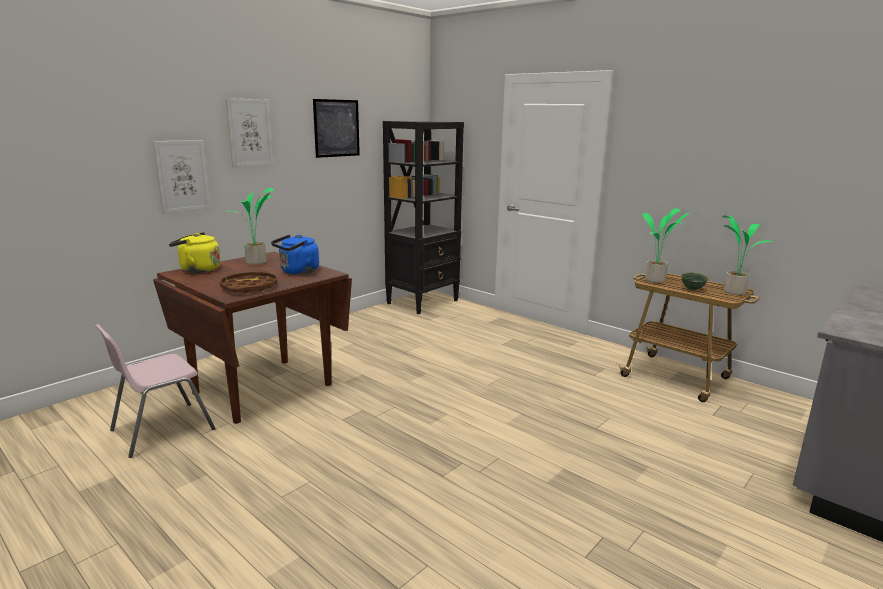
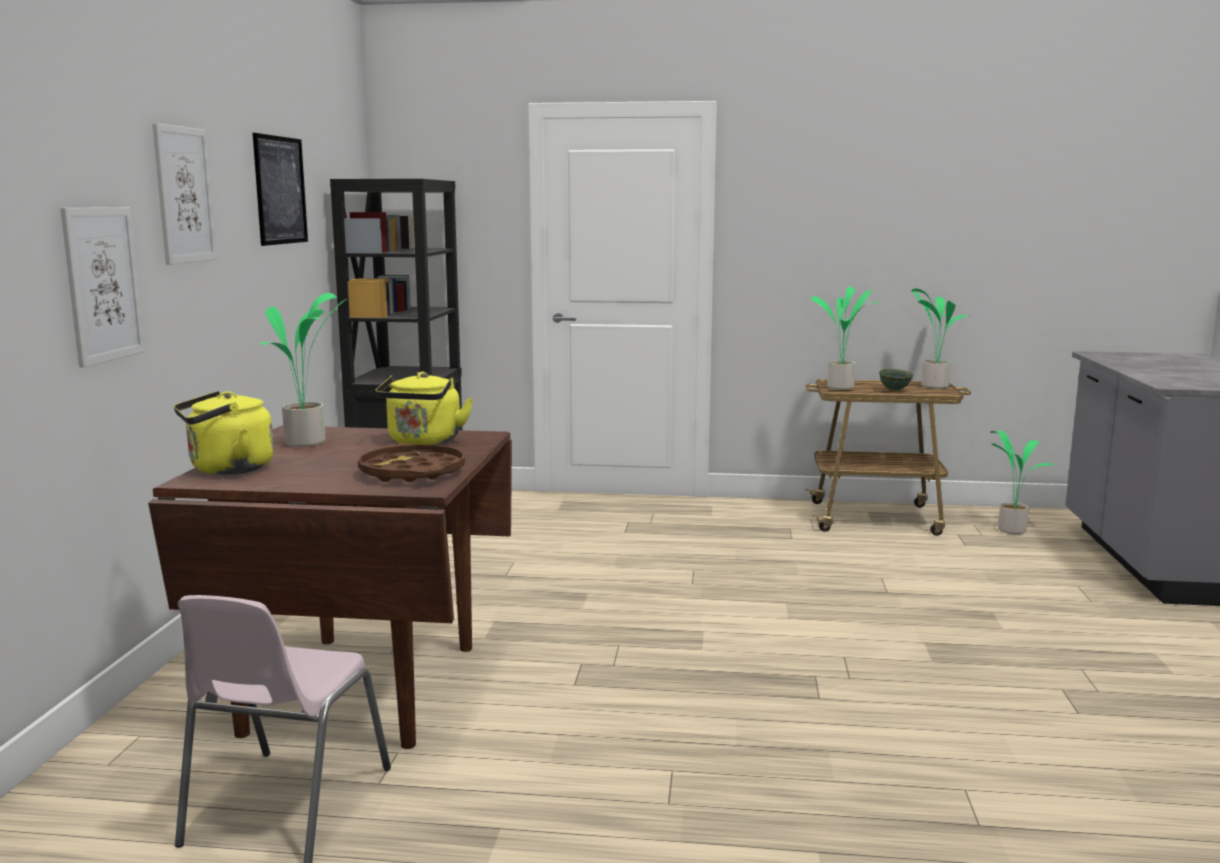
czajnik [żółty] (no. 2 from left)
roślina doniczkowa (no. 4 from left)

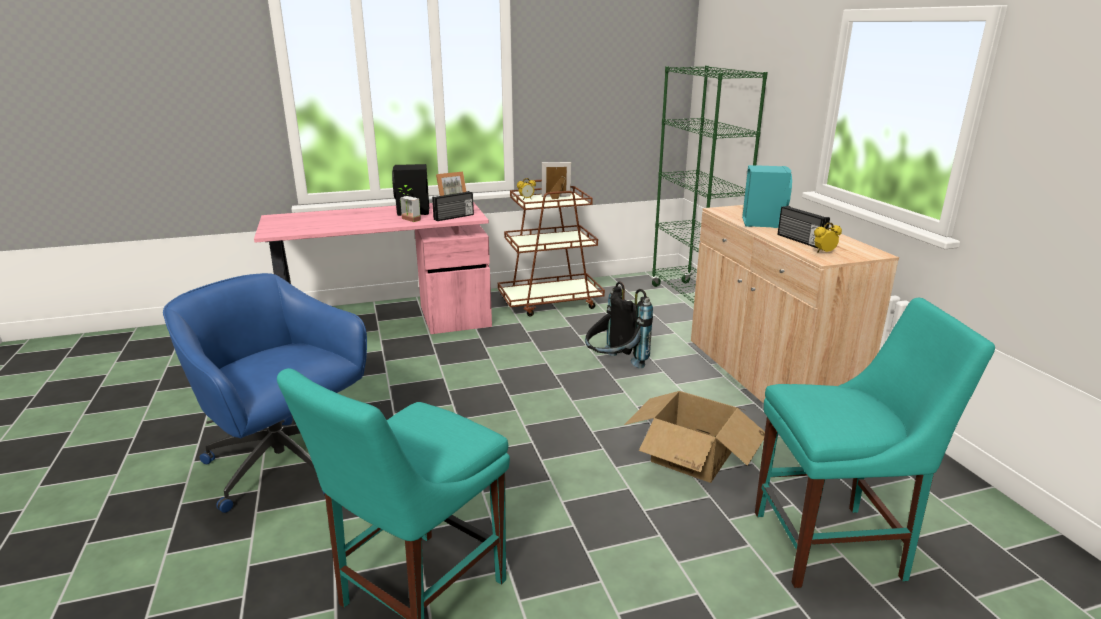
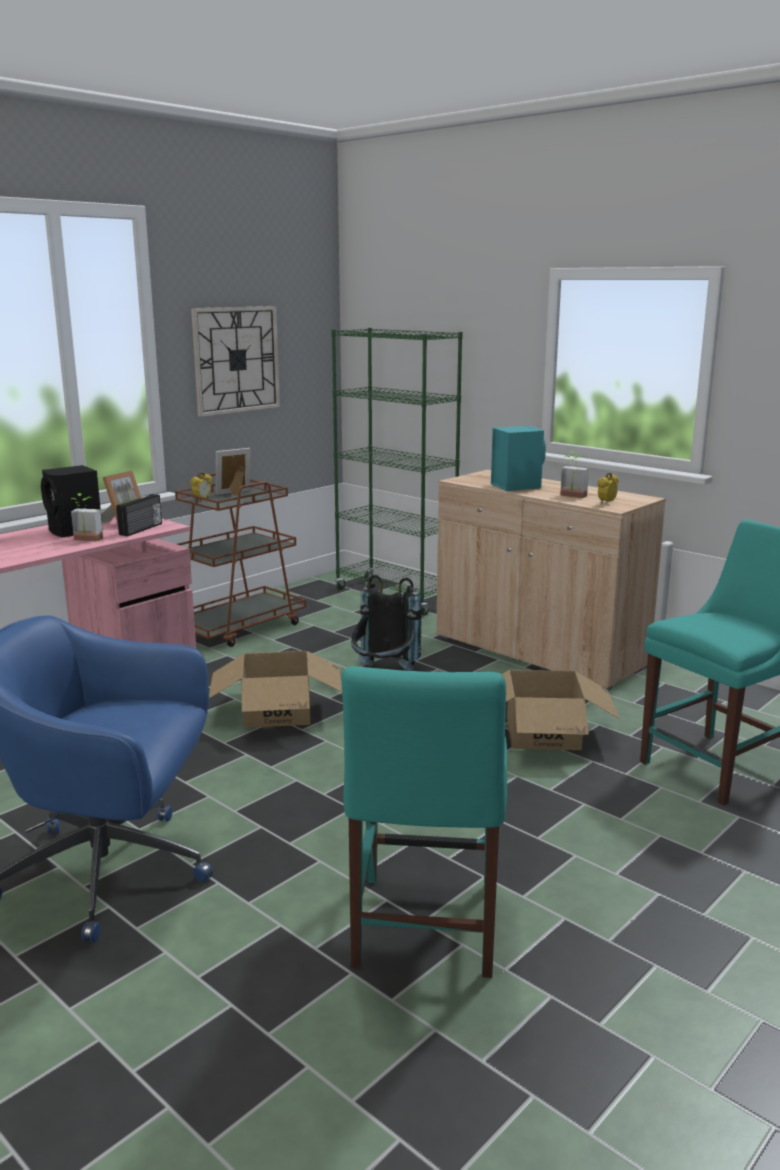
roślina doniczkowa (no. 2 from left)
zegar ścienny
karton (no. 1 from left)

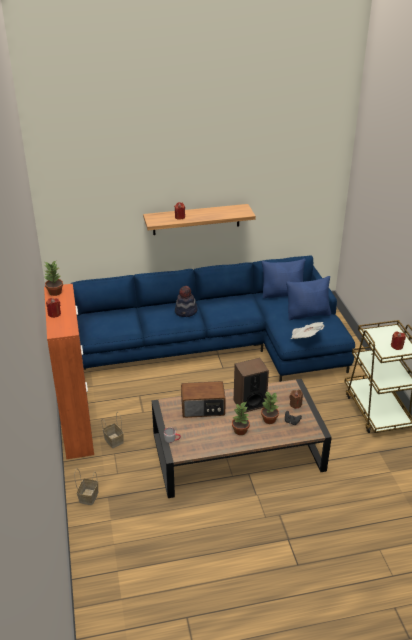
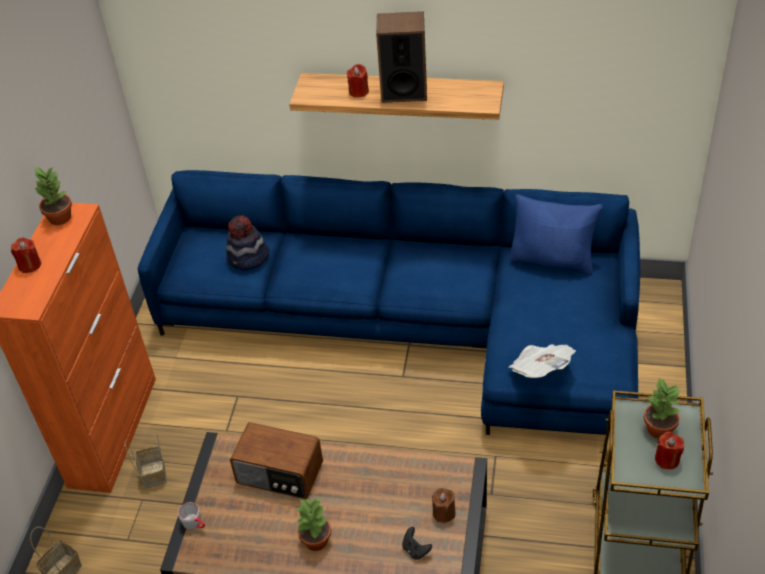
kapelusz
głośnik
roślina doniczkowa (no. 3 from left)
poduszka [niebieski] (no. 2 from left in the first image)

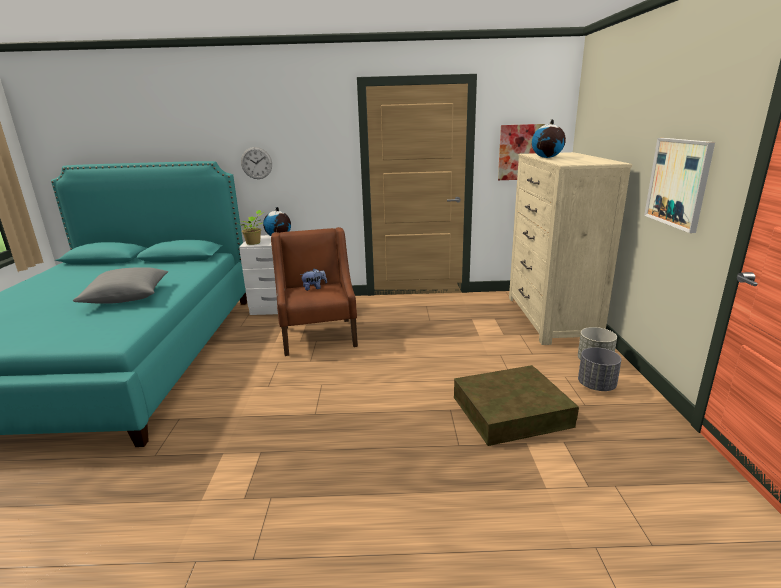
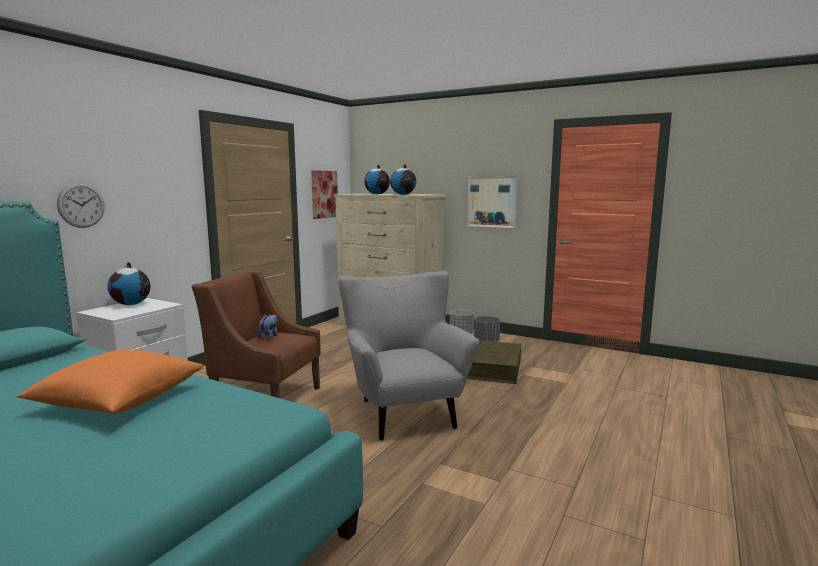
poduszka [pomarańczowy]
roślina doniczkowa
fotel [szary]
globus (no. 3 from left)

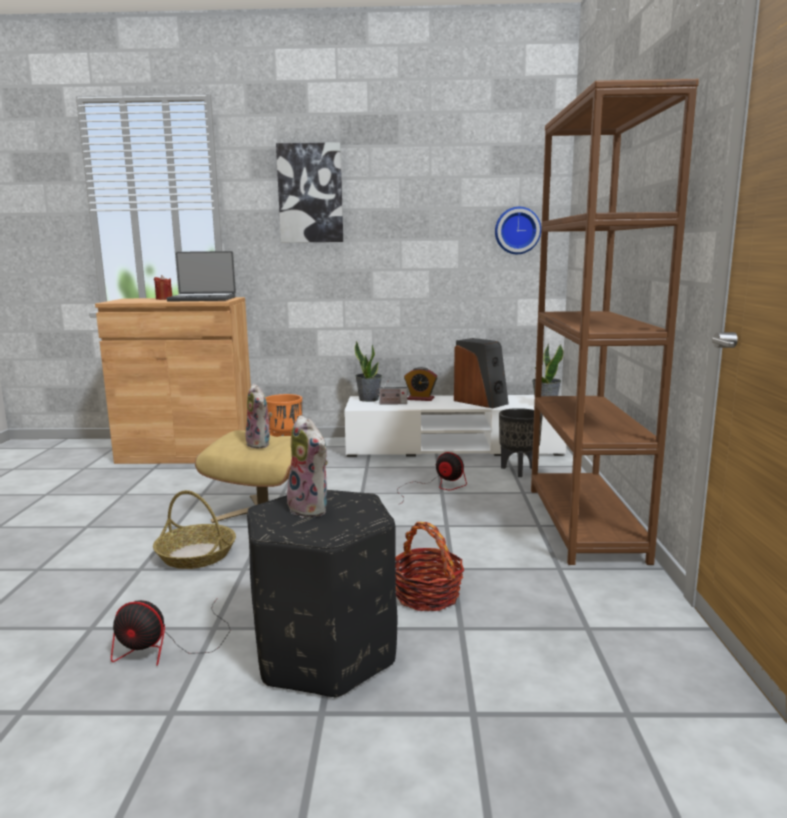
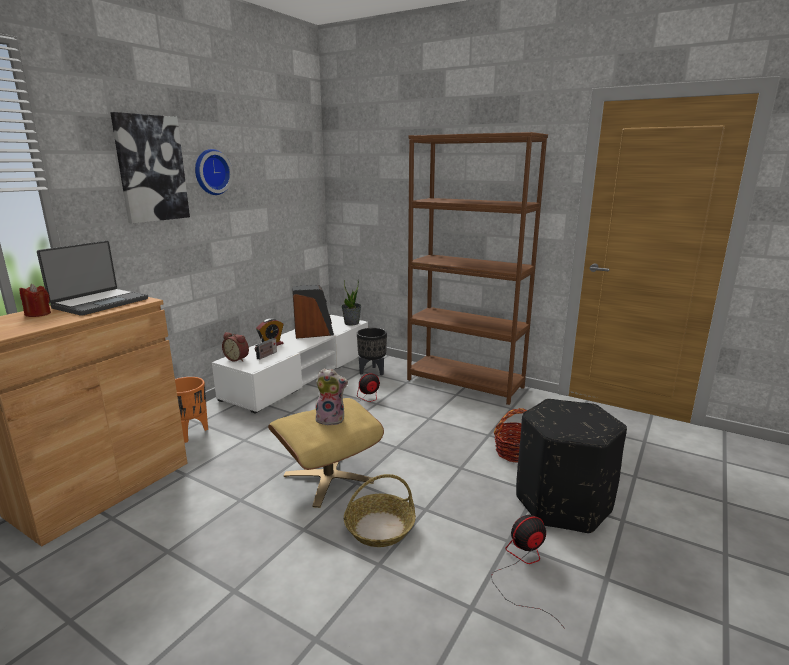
wentylator (no. 2 from left)
pluszak (no. 2 from left in the first image)
budzik (no. 1 from left)
zegar ścienny

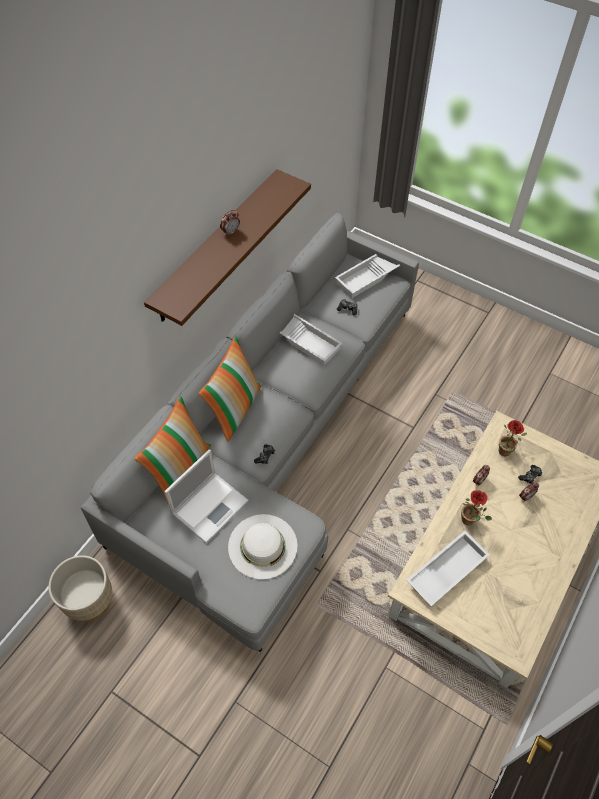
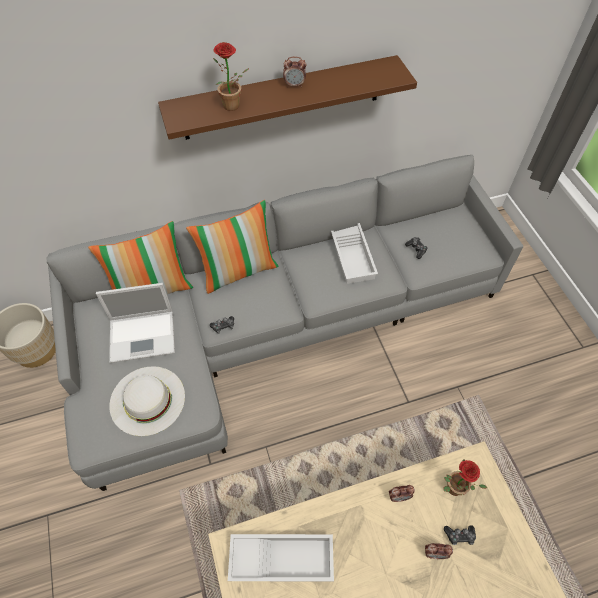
taca [biały] (no. 2 from left in the first image)
roślina doniczkowa (no. 1 from left)

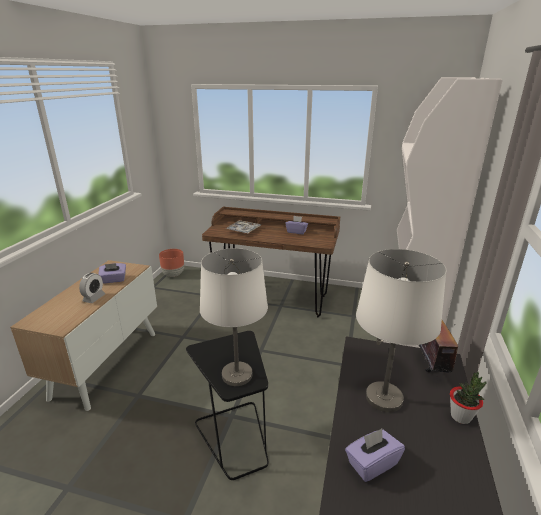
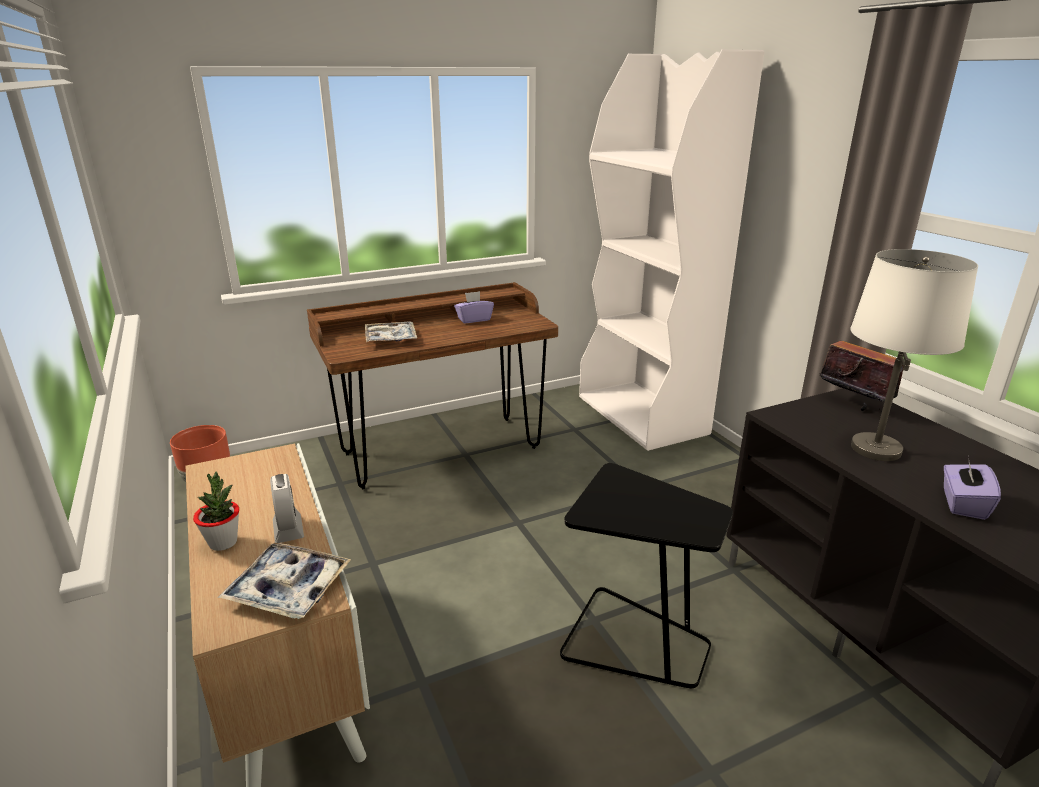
pudełko chusteczek [fioletowy] (no. 1 from left in the first image)
lampa stołowa [biały] (no. 1 from left in the first image)
roślina doniczkowa
taca (no. 1 from left)

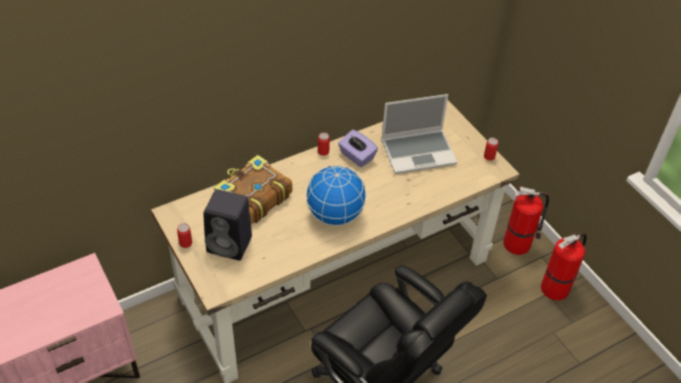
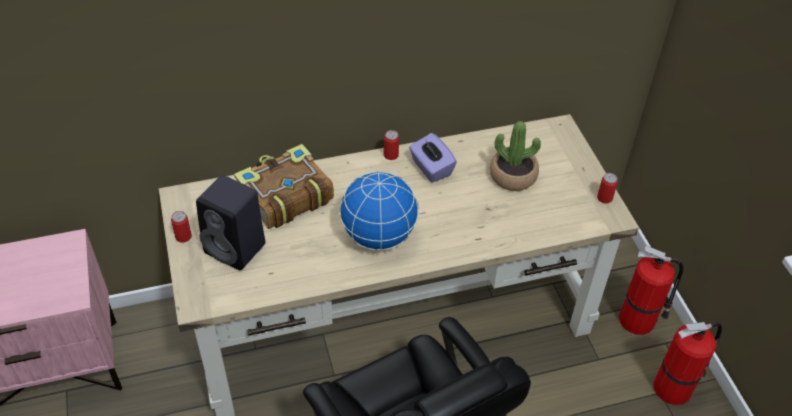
roślina doniczkowa

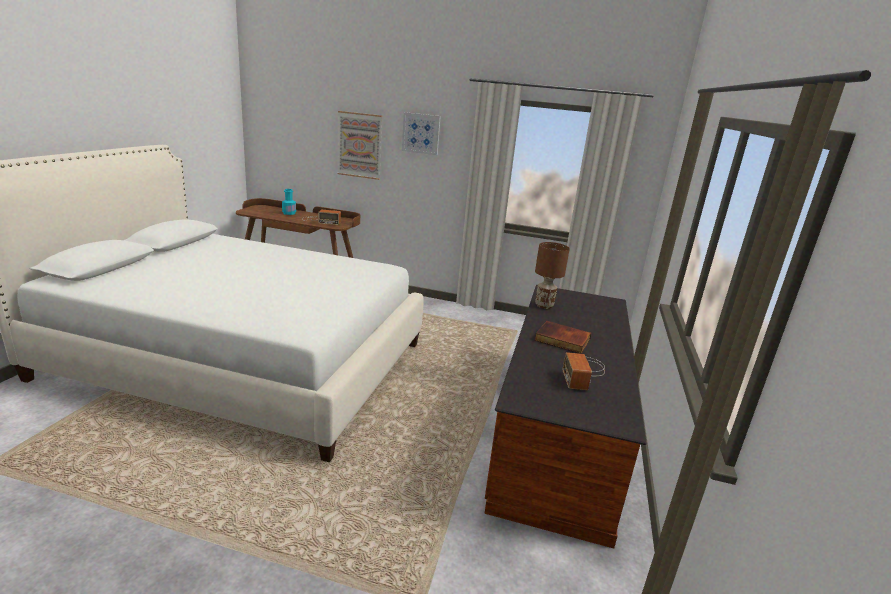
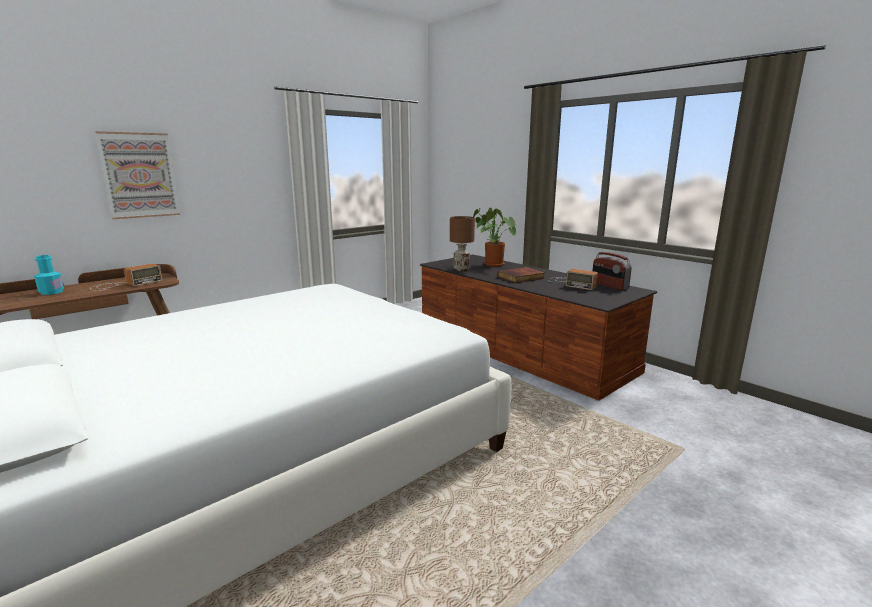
obraz (no. 2 from left in the first image)
roślina doniczkowa
radio (no. 3 from left)

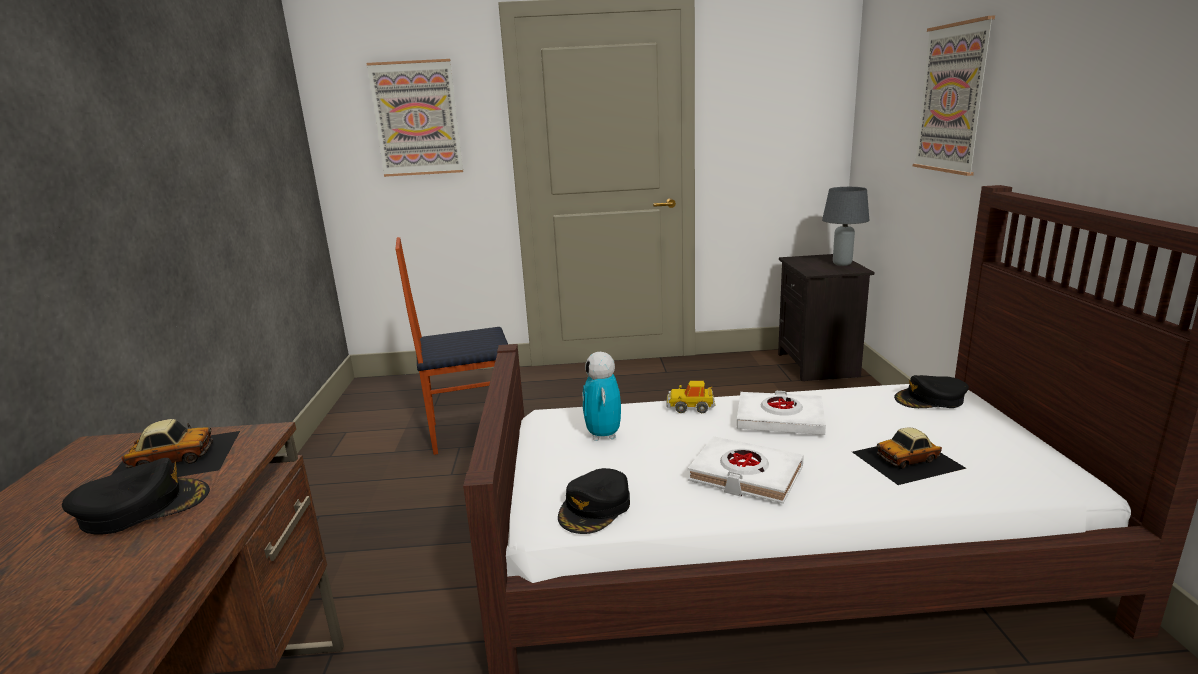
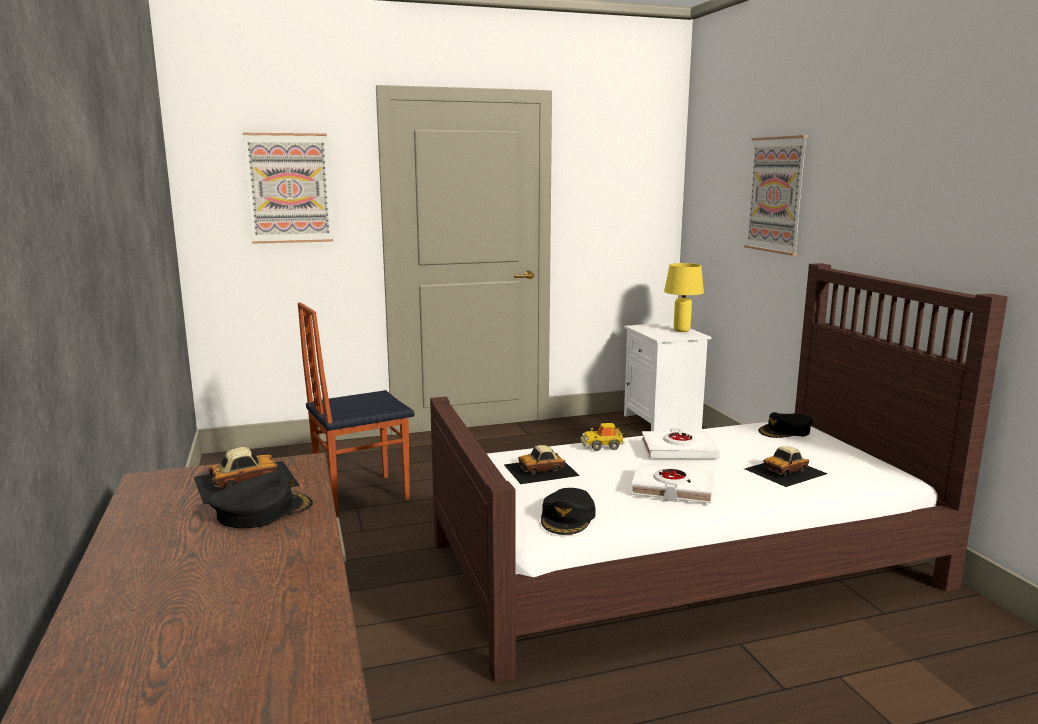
samochodzik (no. 2 from left)
szafka nocna [biały]
lampa stołowa [żółty]

